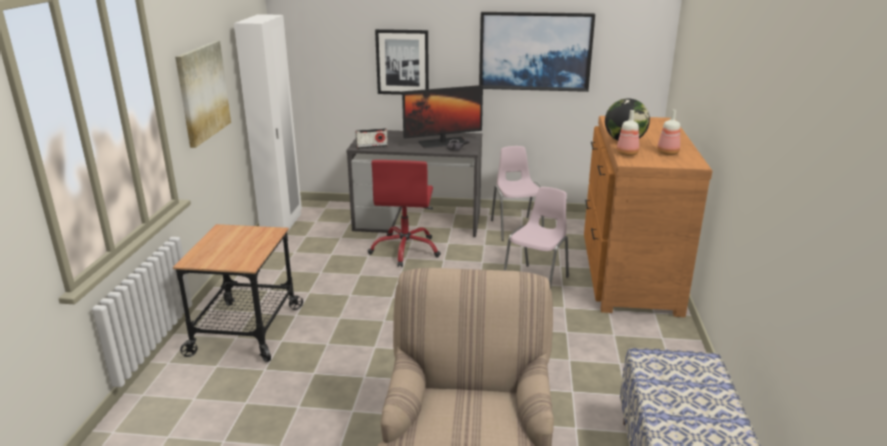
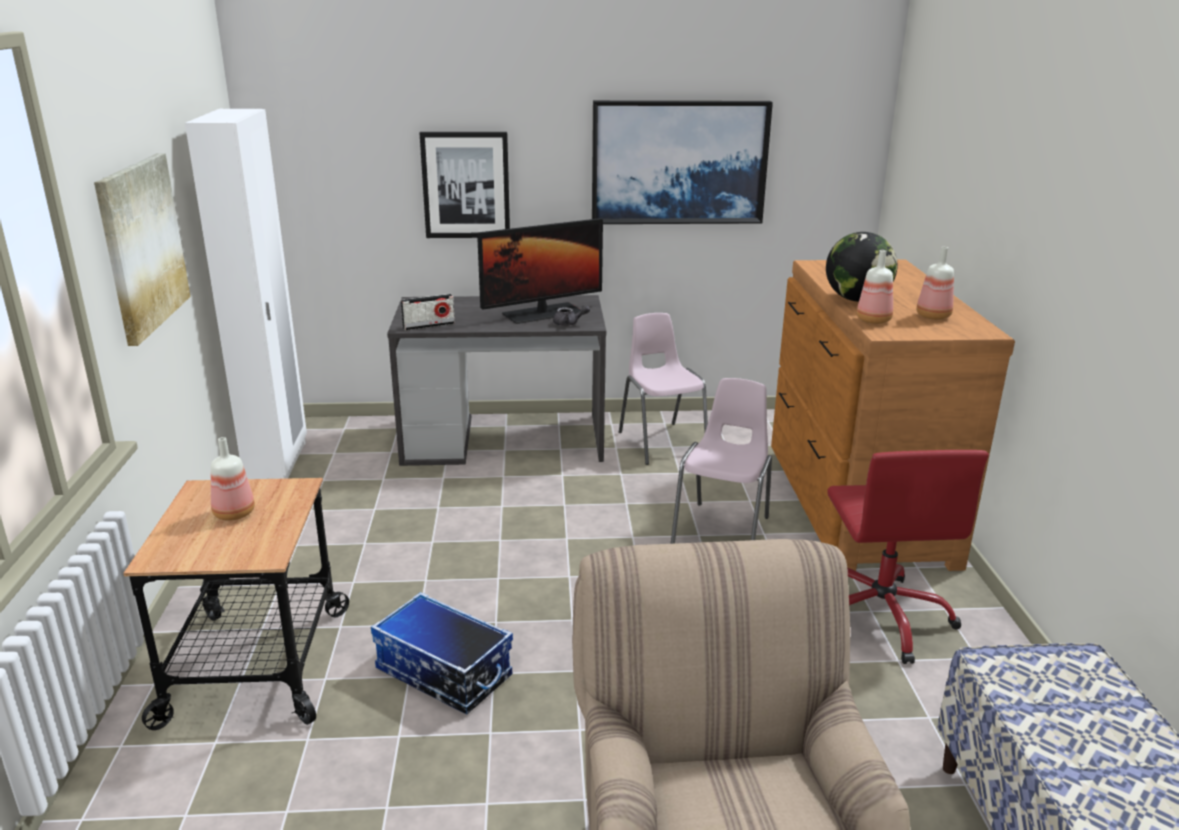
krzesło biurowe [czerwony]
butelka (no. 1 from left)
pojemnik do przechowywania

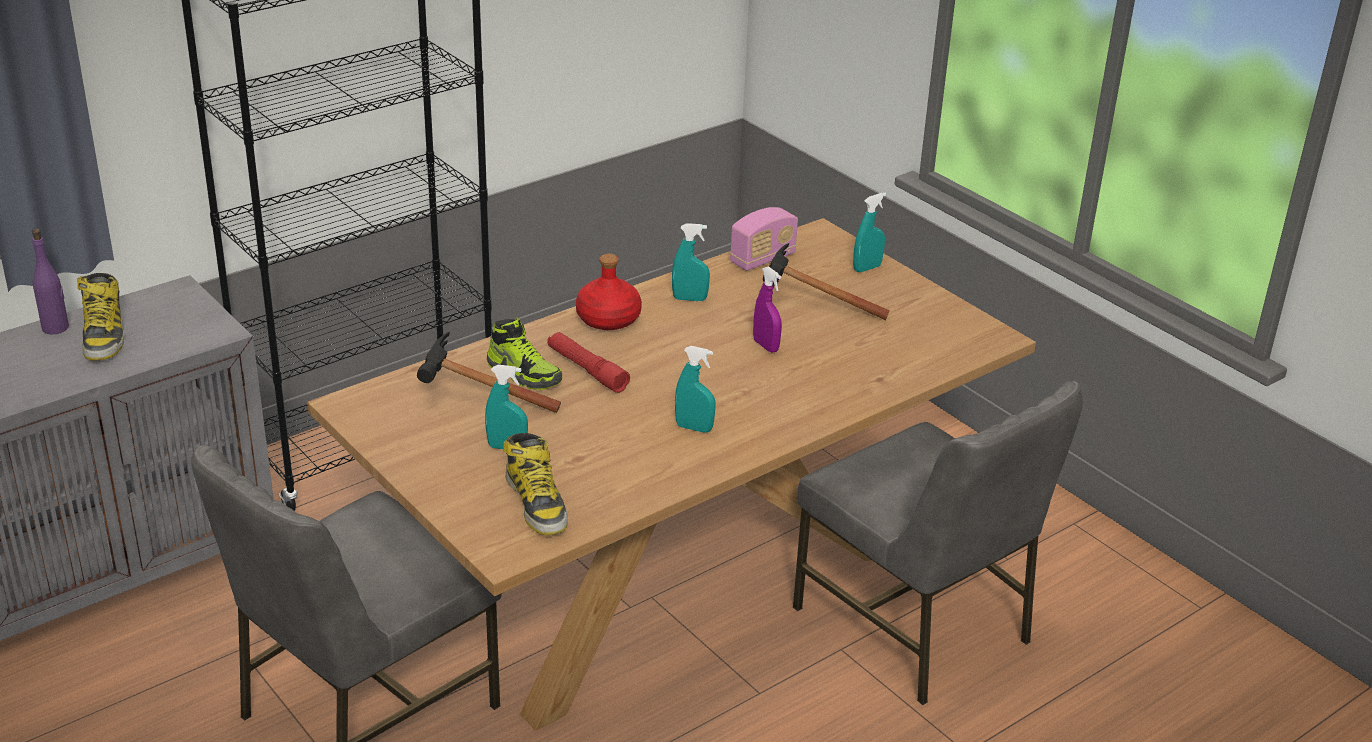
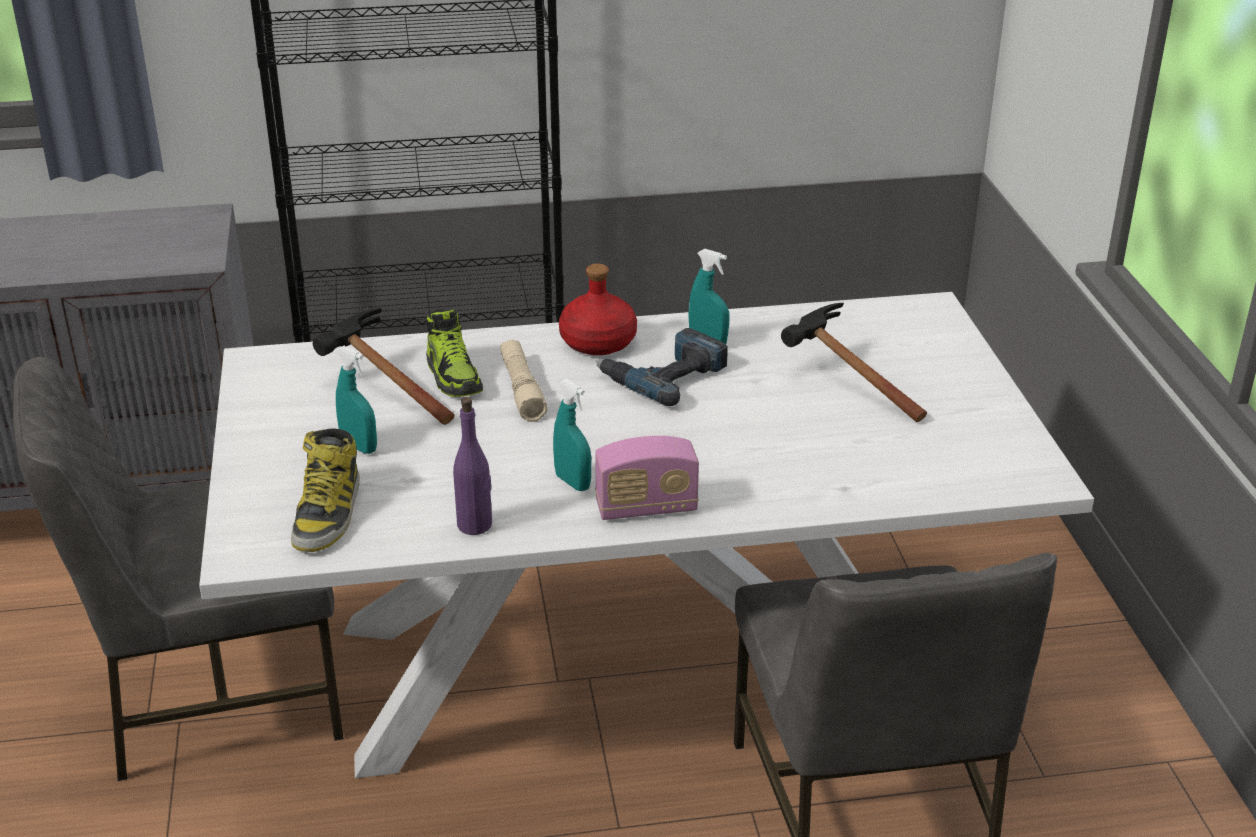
butelka [fioletowy]
but z cholewką (no. 1 from left in the first image)
stół jadalny [biały]
latarka [beżowy]
radio
spryskiwacz [fioletowy]
spryskiwacz [turkusowy] (no. 4 from left in the first image)
wiertarka

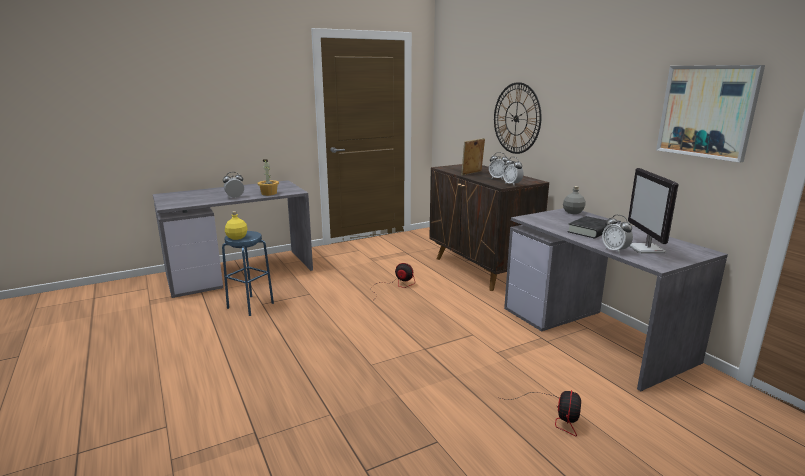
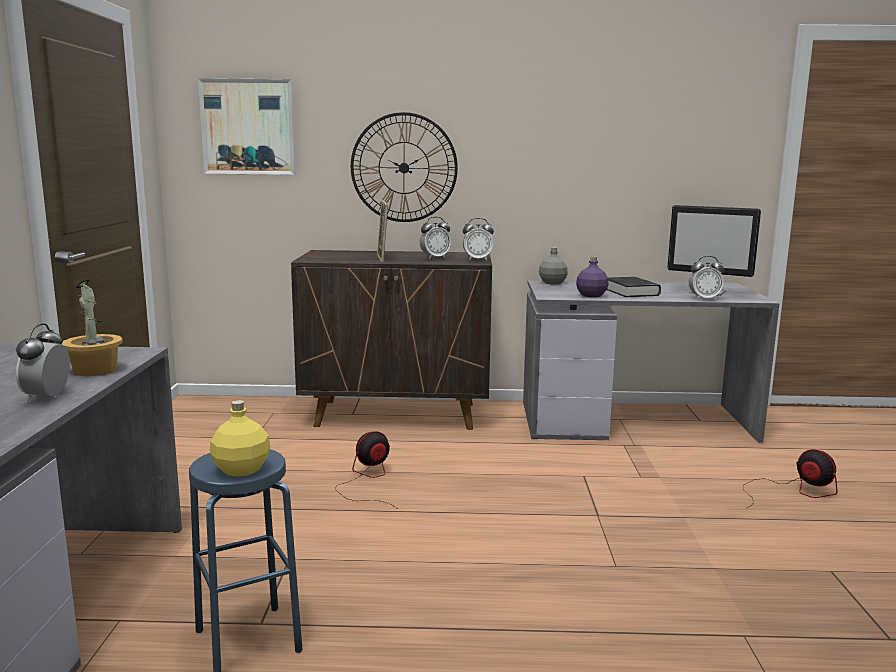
obraz
butelka [fioletowy]

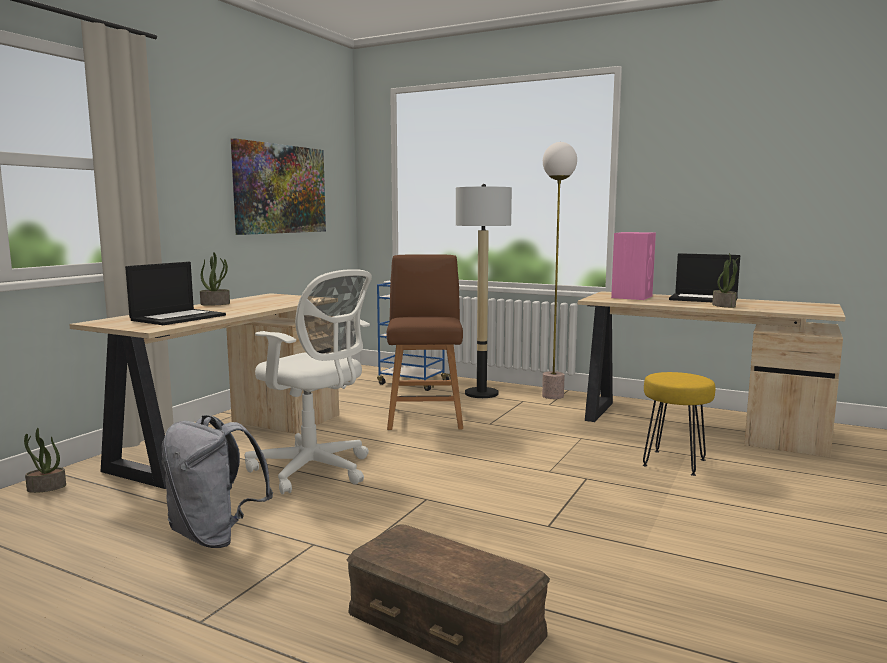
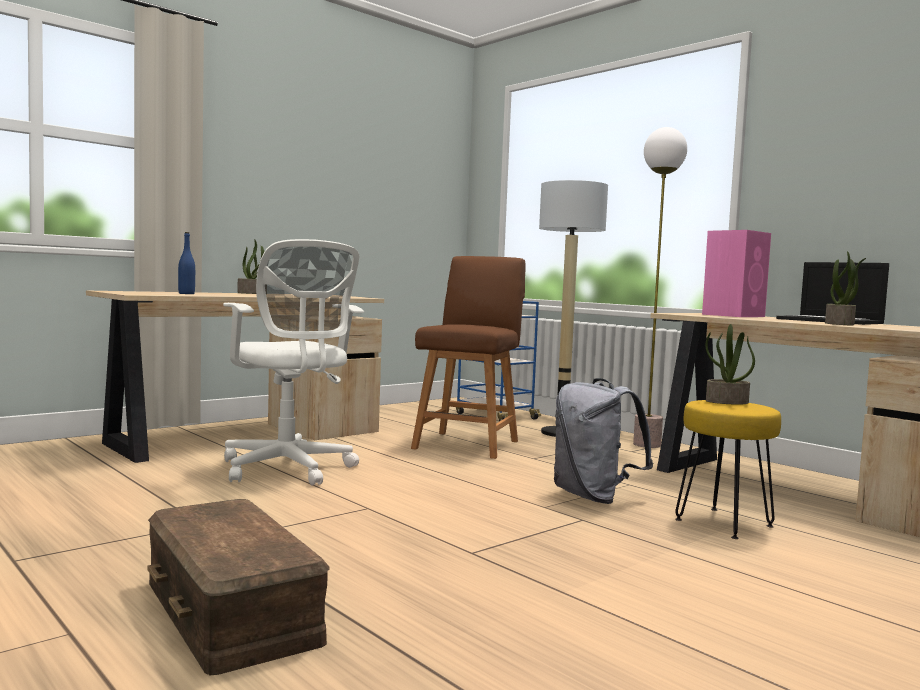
roślina doniczkowa (no. 2 from left)
butelka [niebieski]
plecak [szary]
obraz

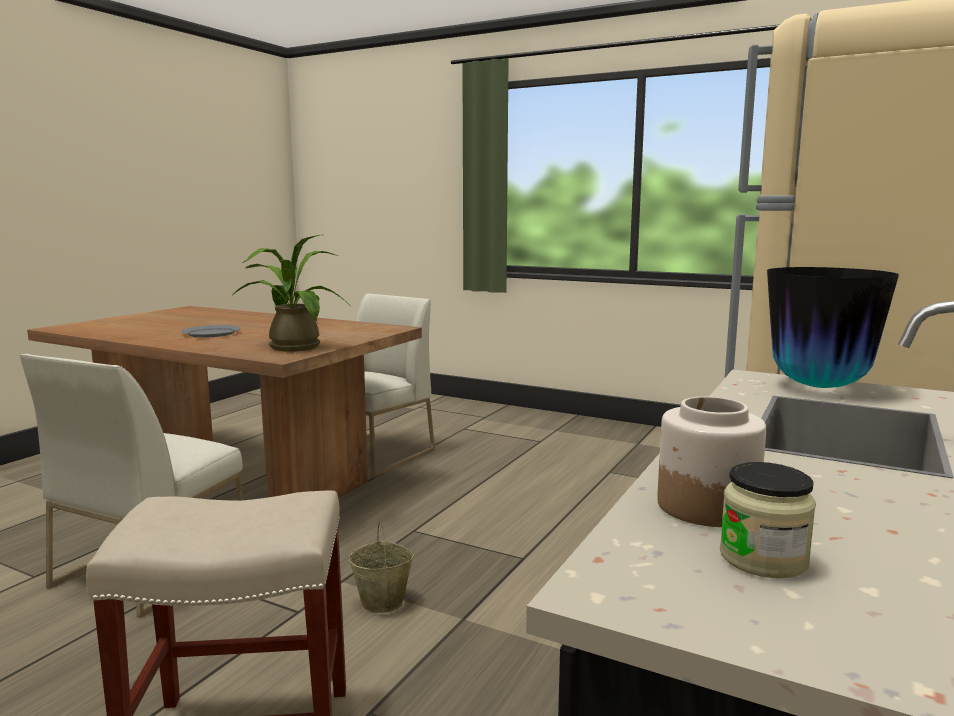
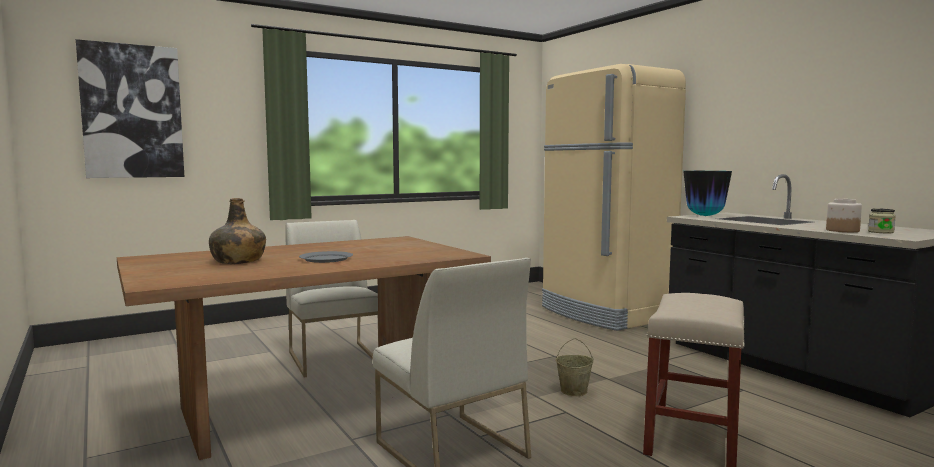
roślina doniczkowa
obraz
butelka [zielony]

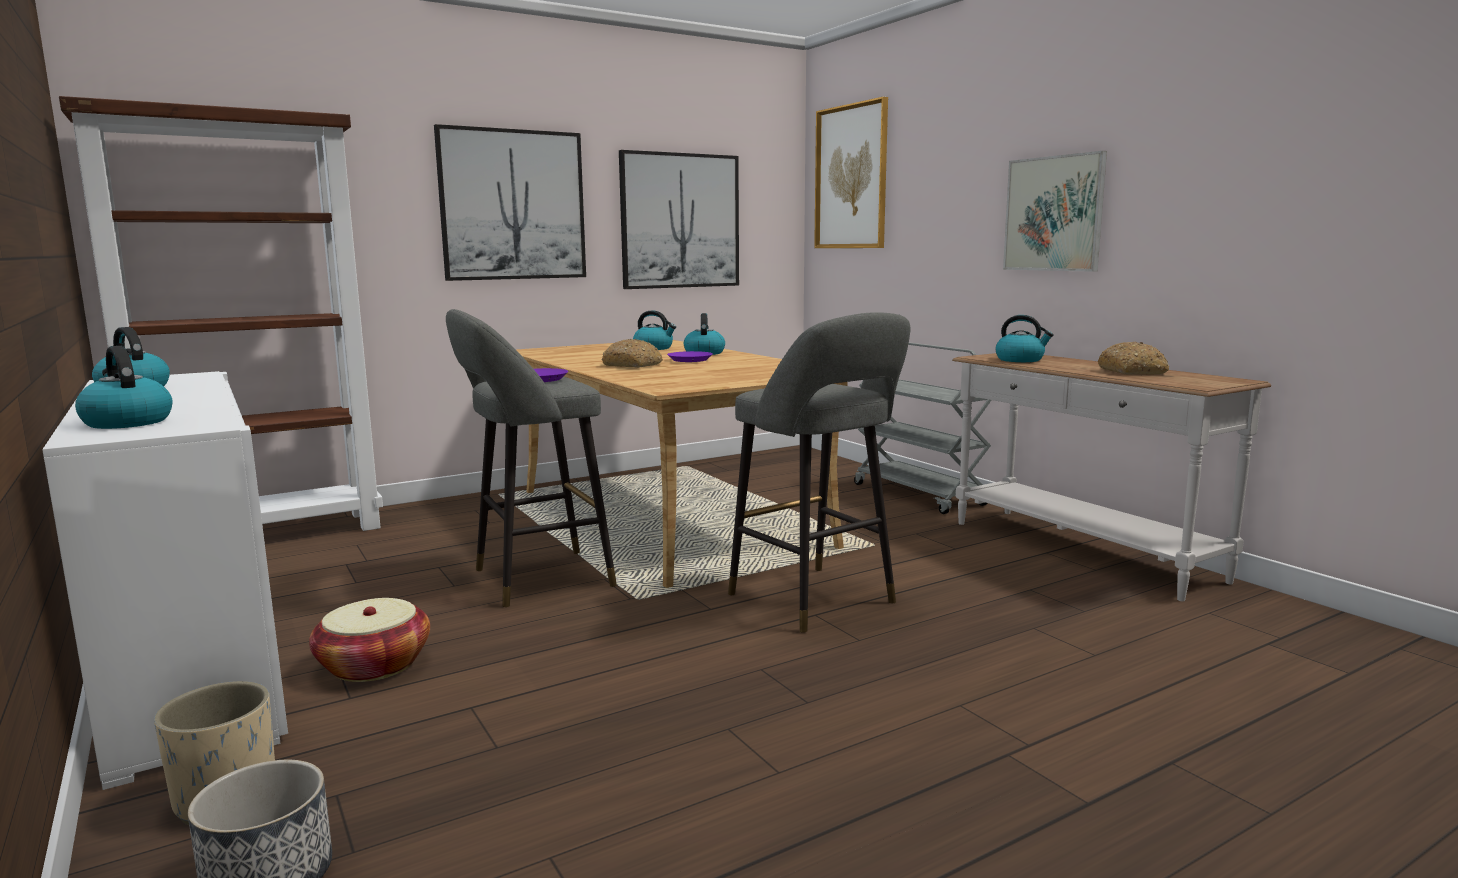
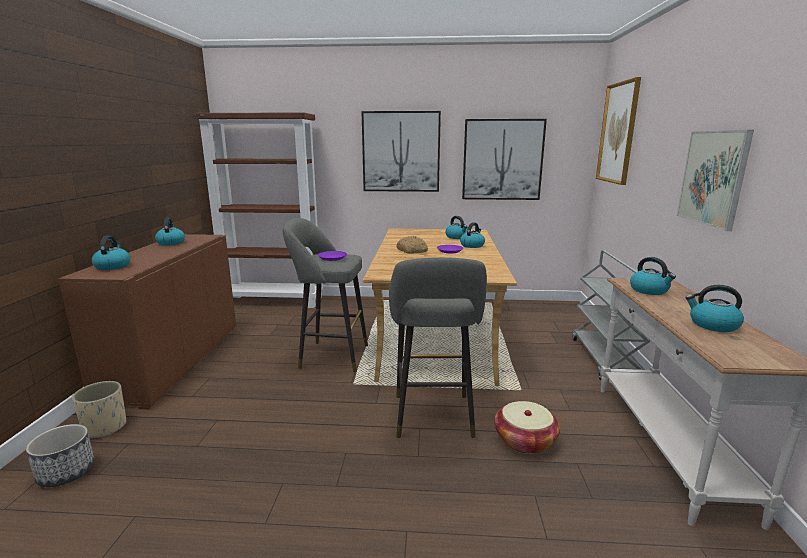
szafka [brązowy]
koszyk
czajnik (no. 6 from left)

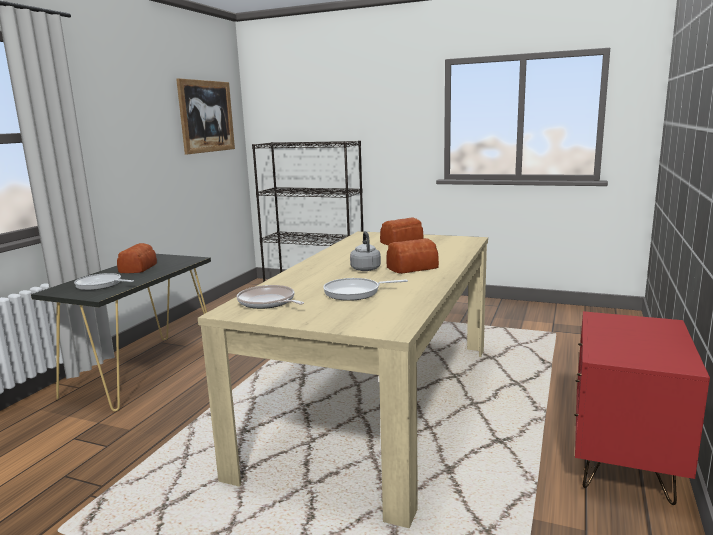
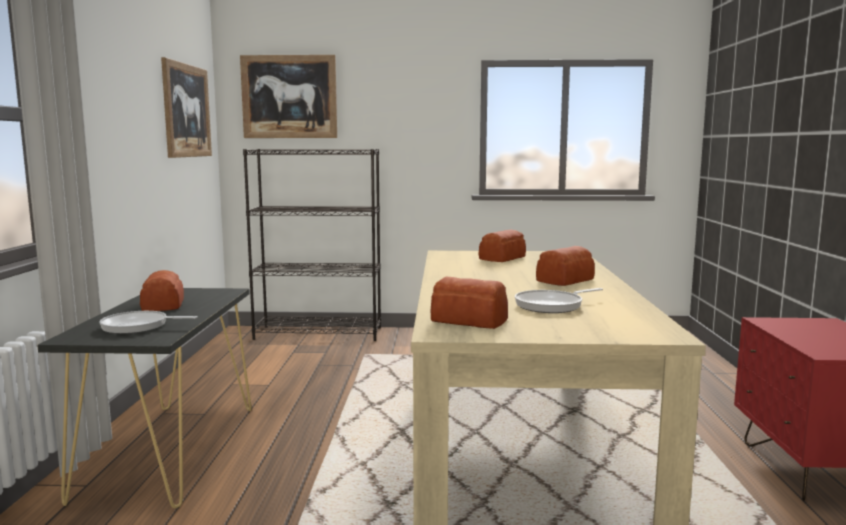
chleb (no. 2 from left)
czajnik [szary]
obraz (no. 2 from left)

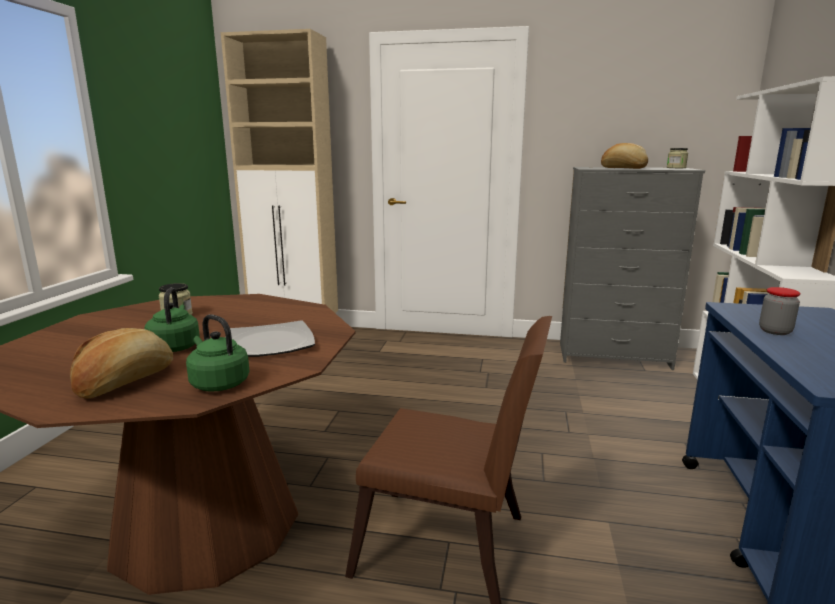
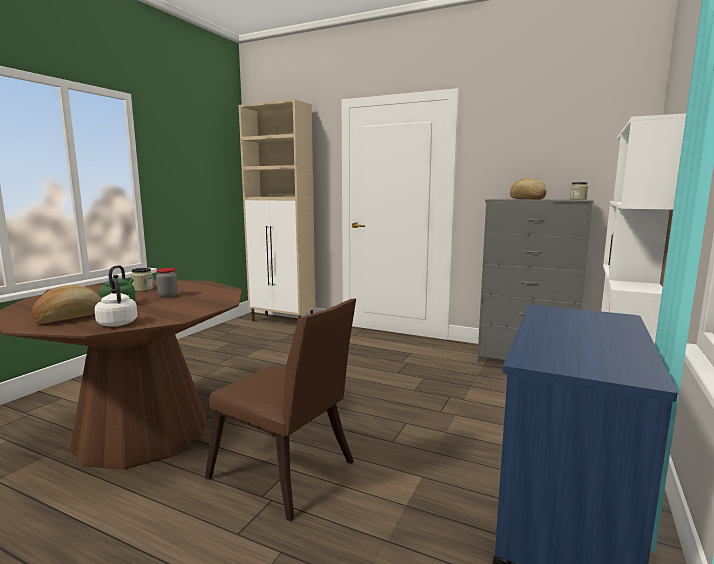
czajnik [biały]
talerz
słoik (no. 2 from left)

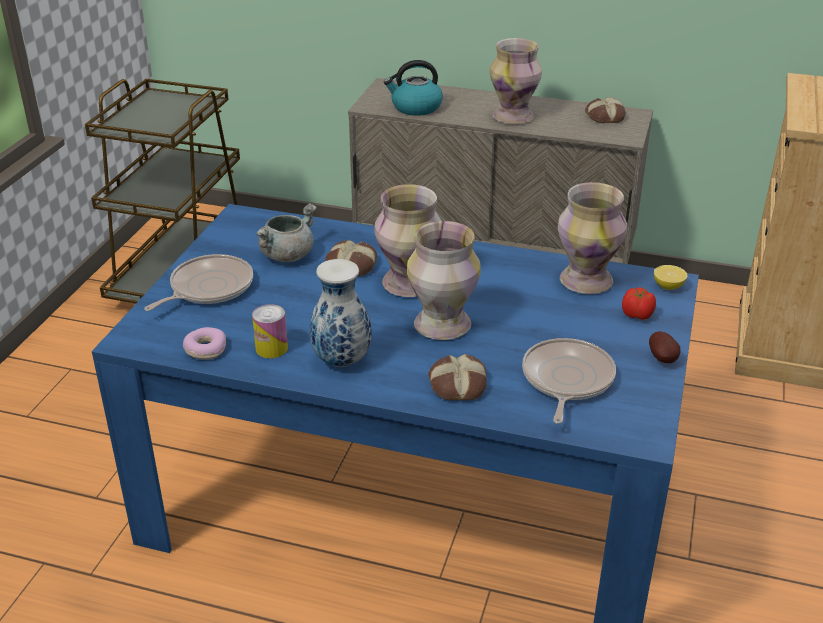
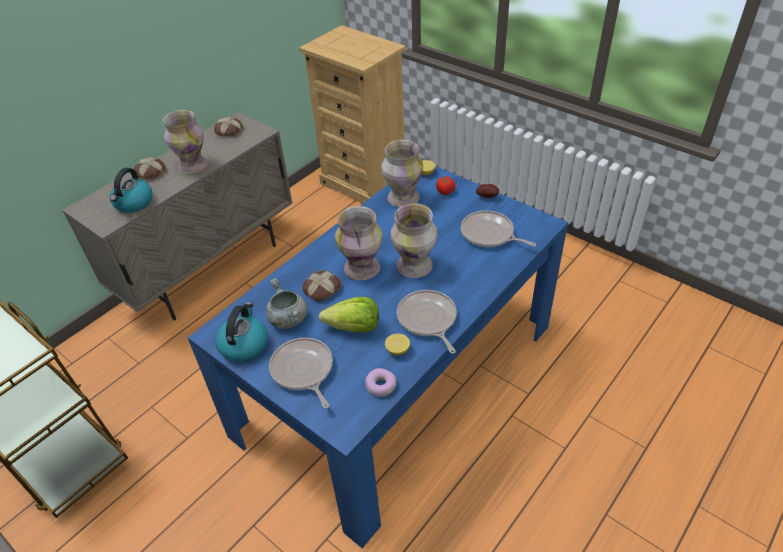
cytryna (no. 1 from left)
patelnia (no. 2 from left)
chleb (no. 1 from left)
czajnik (no. 2 from left)
sałata

